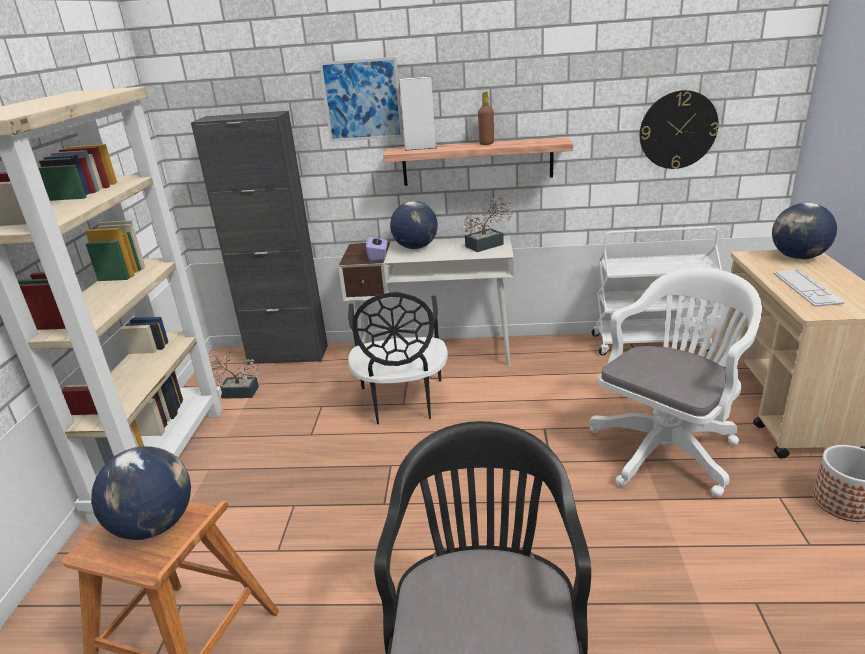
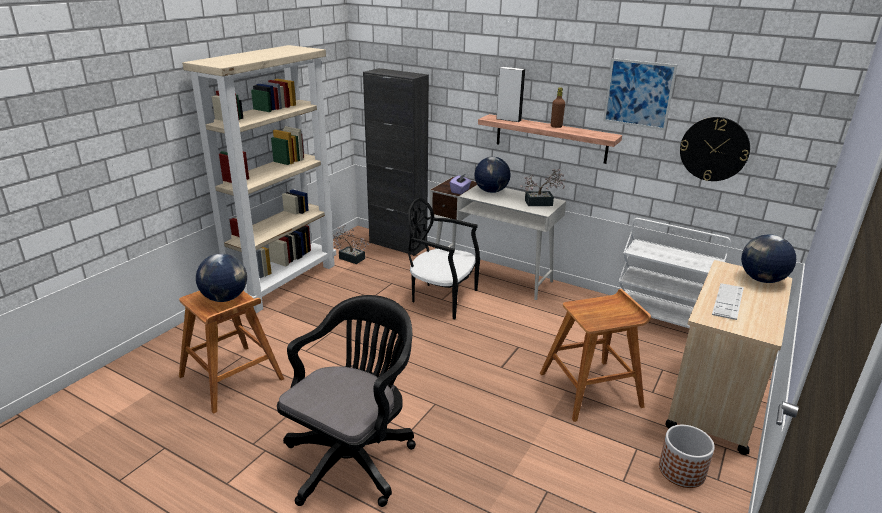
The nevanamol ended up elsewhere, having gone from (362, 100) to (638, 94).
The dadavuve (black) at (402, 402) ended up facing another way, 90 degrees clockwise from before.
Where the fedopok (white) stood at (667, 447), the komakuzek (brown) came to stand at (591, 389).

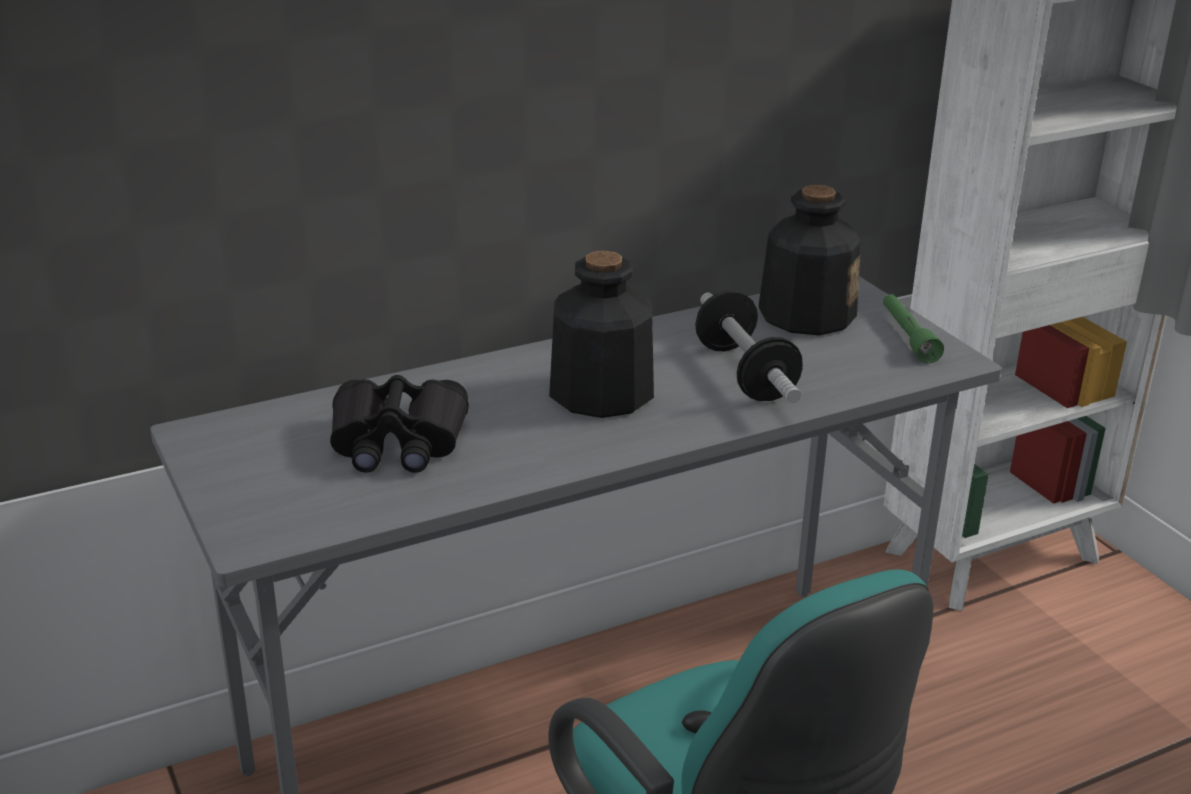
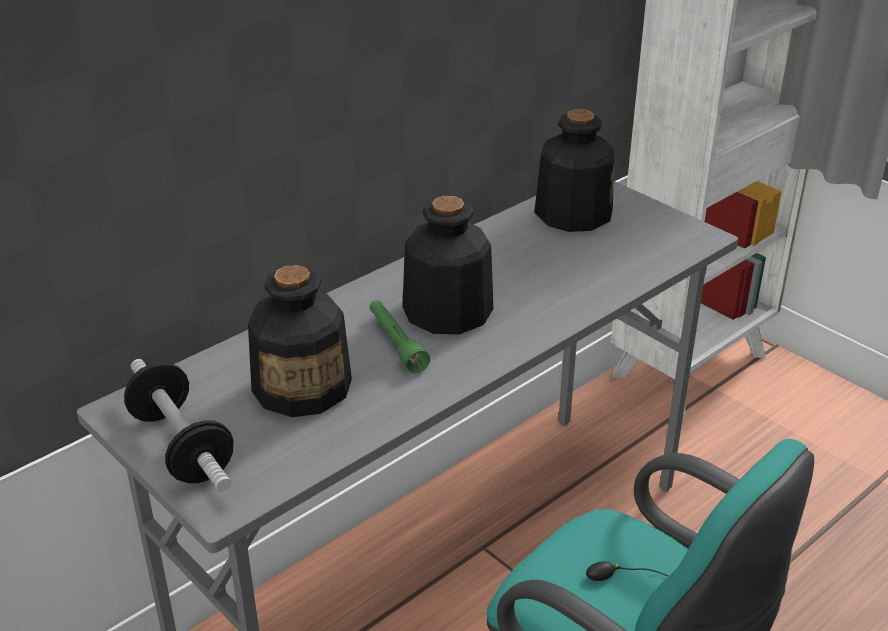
Where the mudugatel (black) stood at (397, 442), the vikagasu came to stand at (303, 387).
The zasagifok ended up elsewhere, having gone from (745, 374) to (182, 447).
The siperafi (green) ended up elsewhere, having gone from (907, 337) to (396, 343).

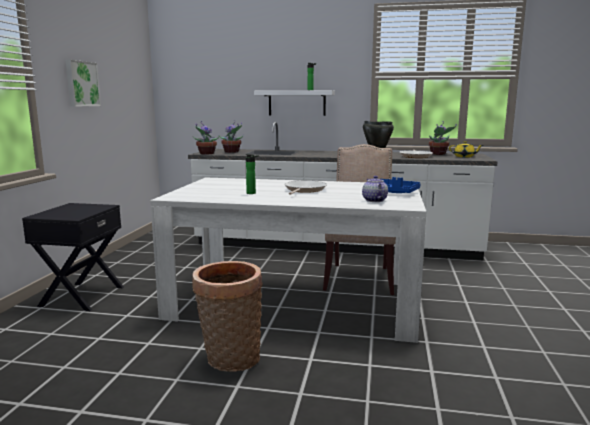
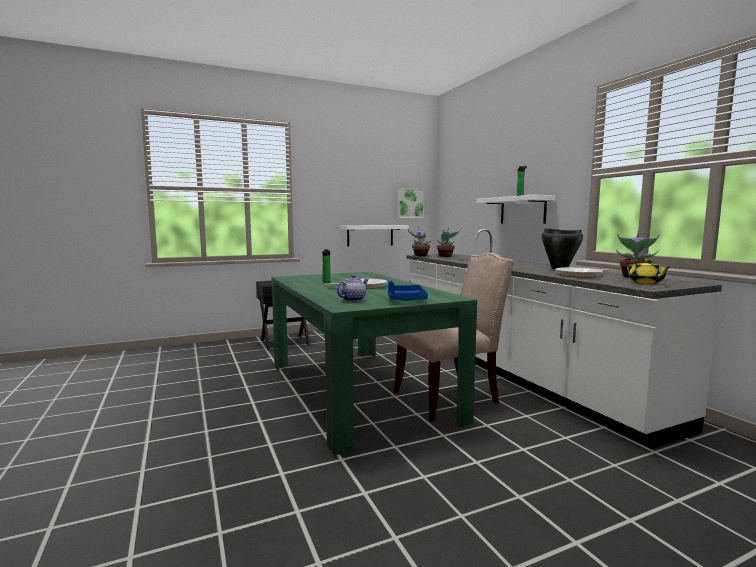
The nevanamol ended up elsewhere, having gone from (81, 84) to (410, 203).
What was the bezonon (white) at (295, 301) turned into the bezonon (green) at (357, 389).
The second view lost the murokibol at (230, 359).
The second view gained the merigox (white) at (370, 235).

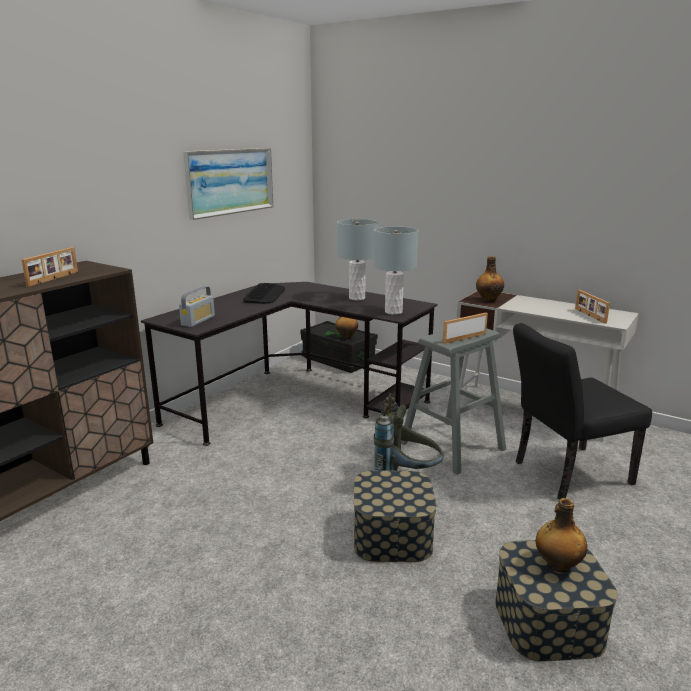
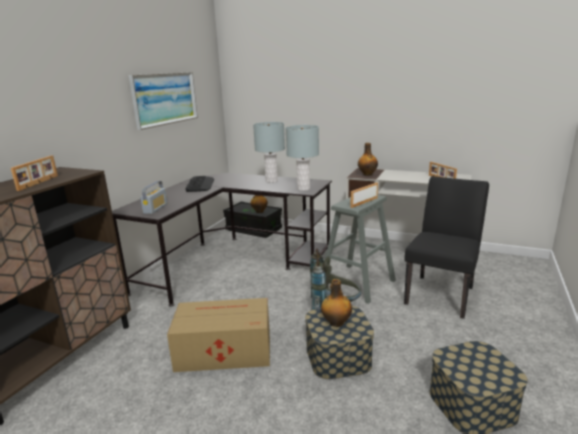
The dadavuve (black) at (564, 474) ended up facing another way, 150 degrees clockwise from before.
The vikagasu ended up elsewhere, having gone from (557, 565) to (336, 323).
The second view gained the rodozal at (222, 350).

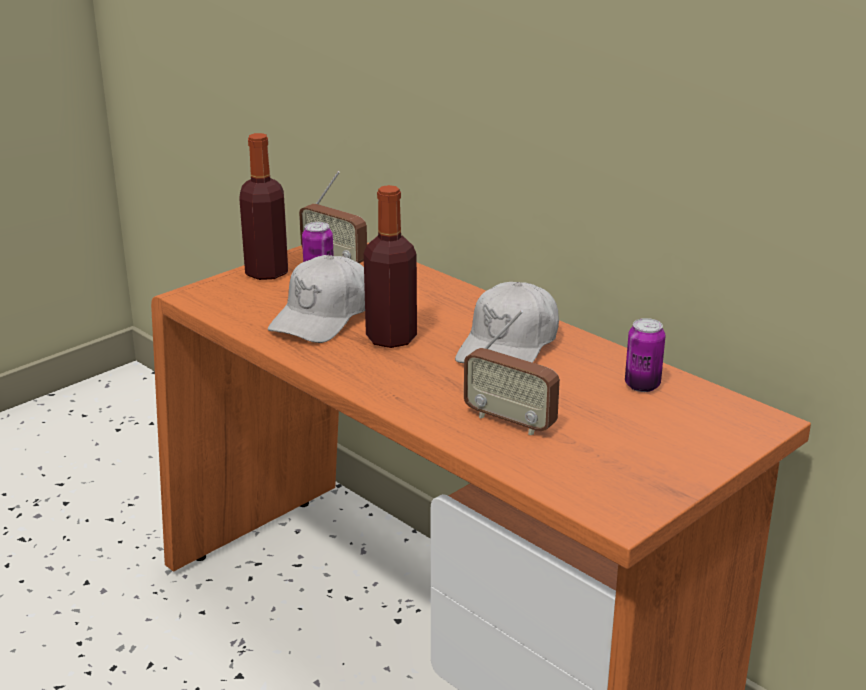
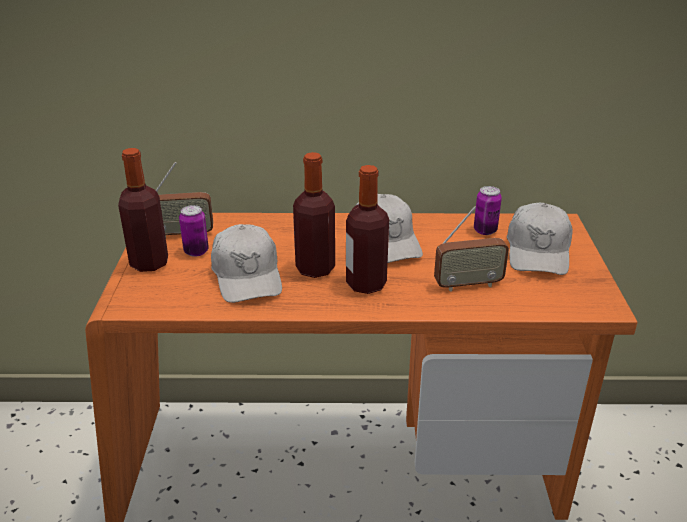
The second view gained the vikagasu at (366, 284).
The second view gained the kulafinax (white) at (538, 251).

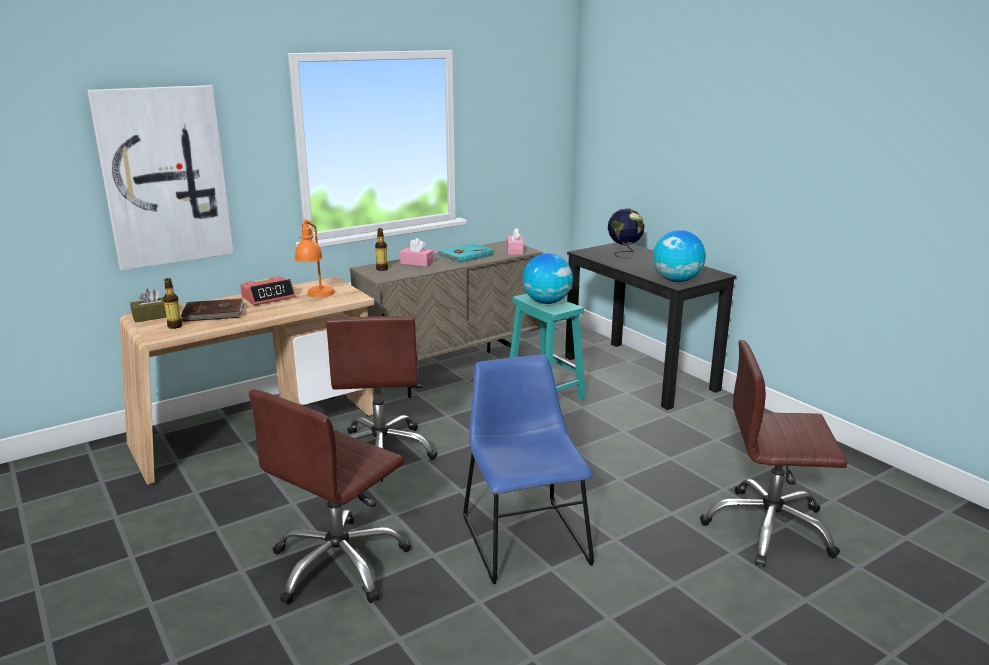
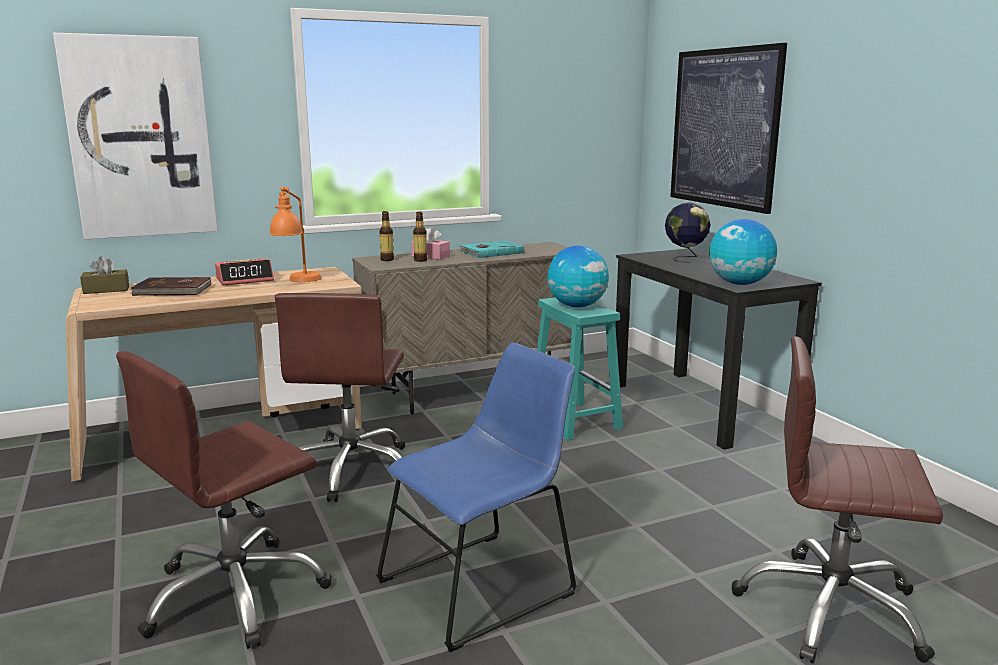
The vikagasu ended up elsewhere, having gone from (175, 326) to (420, 260).
The dadavuve (blue) at (523, 536) ended up facing another way, 60 degrees clockwise from before.
The second view lost the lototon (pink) at (515, 251).
The second view gained the nevanamol at (724, 128).

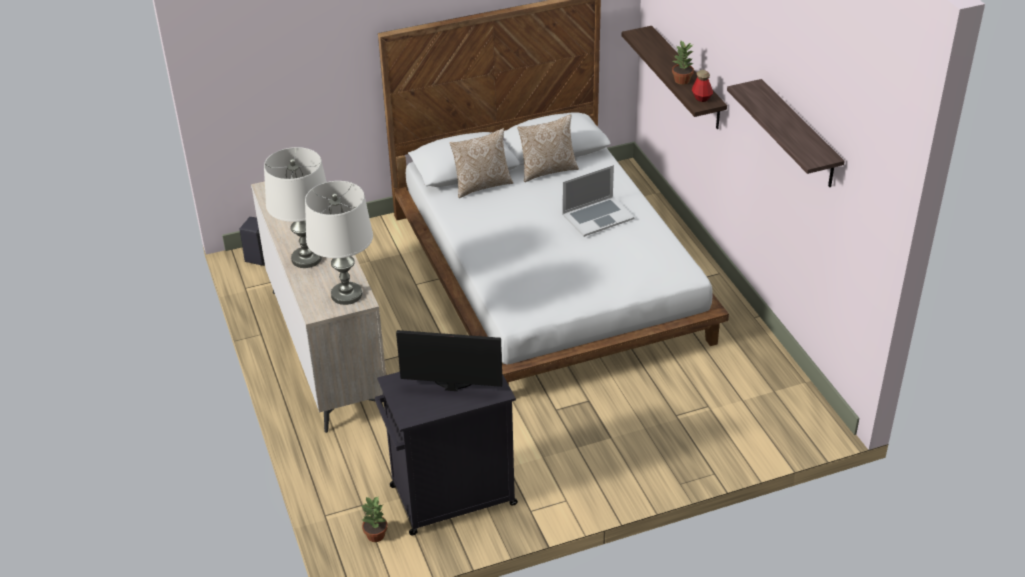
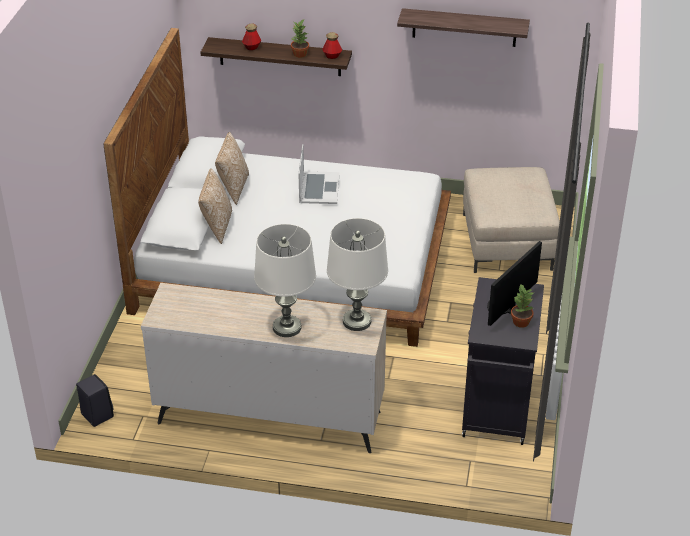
The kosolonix ended up elsewhere, having gone from (376, 535) to (520, 322).
The second view gained the vikagasu at (252, 47).
The second view gained the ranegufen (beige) at (506, 241).

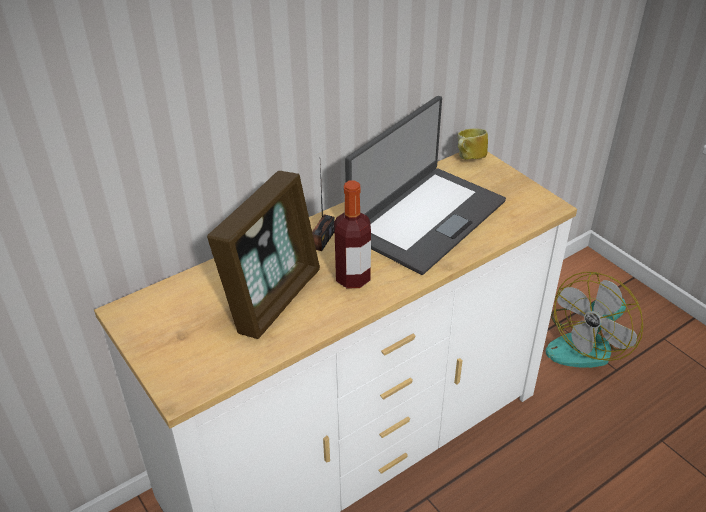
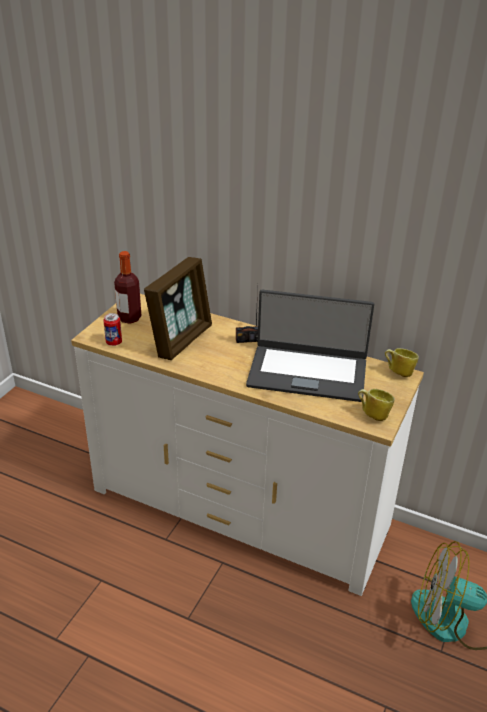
The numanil at (273, 298) ended up facing another way, 60 degrees counterclockwise from before.
The vikagasu ended up elsewhere, having gone from (353, 278) to (129, 318).
The second view gained the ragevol at (114, 342).
The second view gained the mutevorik at (373, 414).

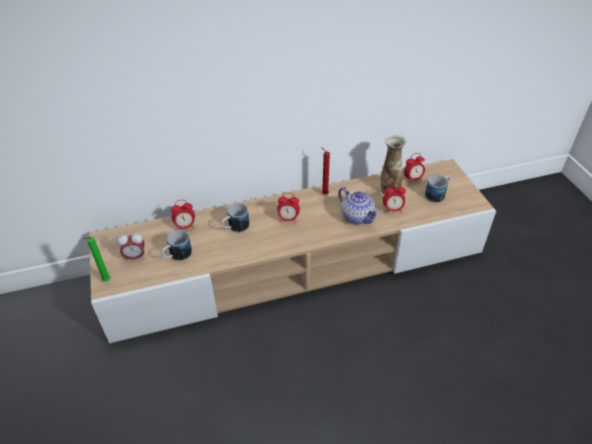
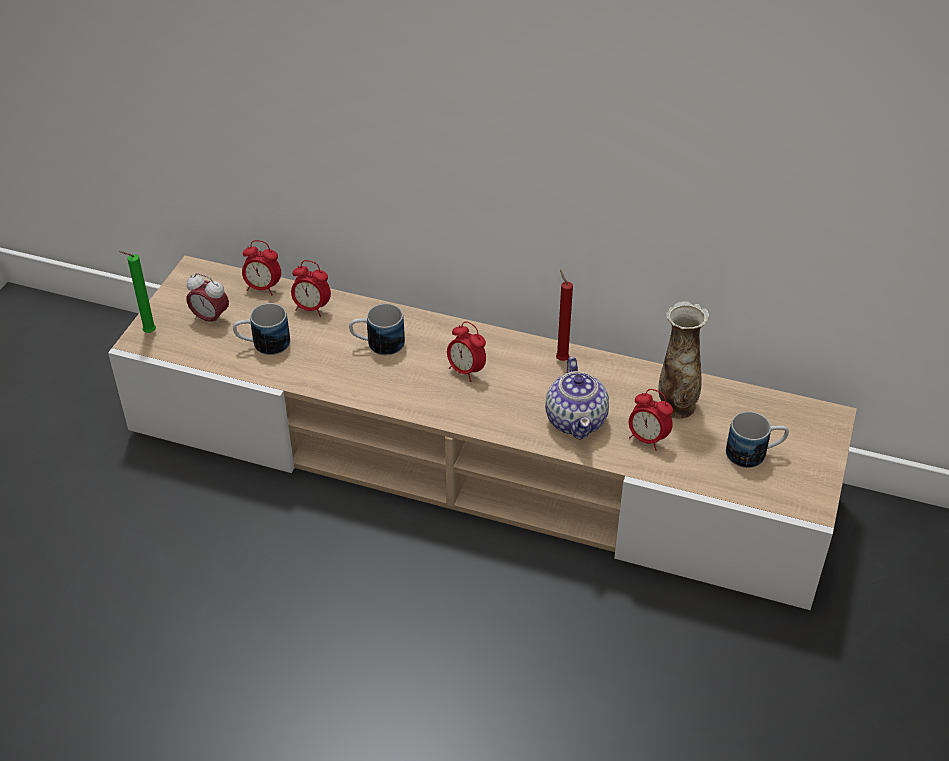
The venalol ended up elsewhere, having gone from (413, 179) to (263, 288).

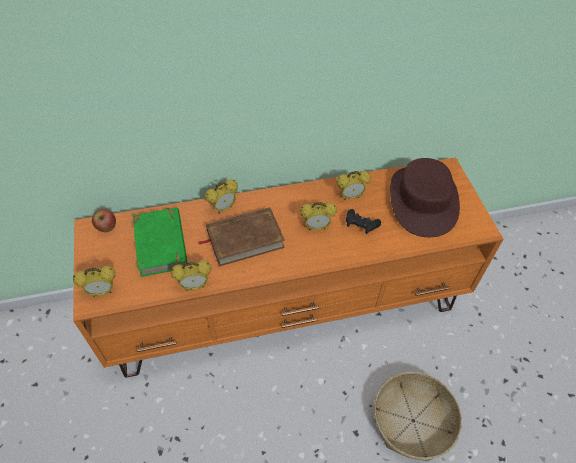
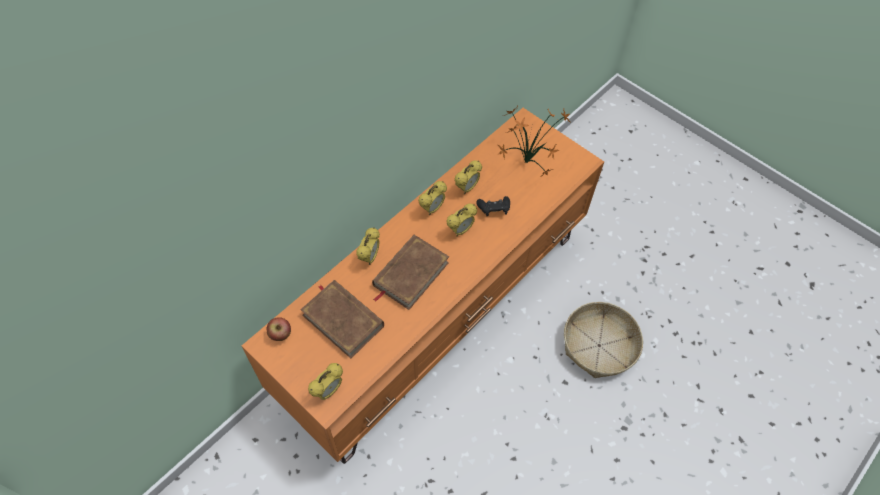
What was the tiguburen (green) at (161, 244) turned into the tiguburen (brown) at (343, 320).
The venalol ended up elsewhere, having gone from (194, 286) to (432, 209).
Where the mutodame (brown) stood at (422, 200), the kosolonix came to stand at (524, 161).

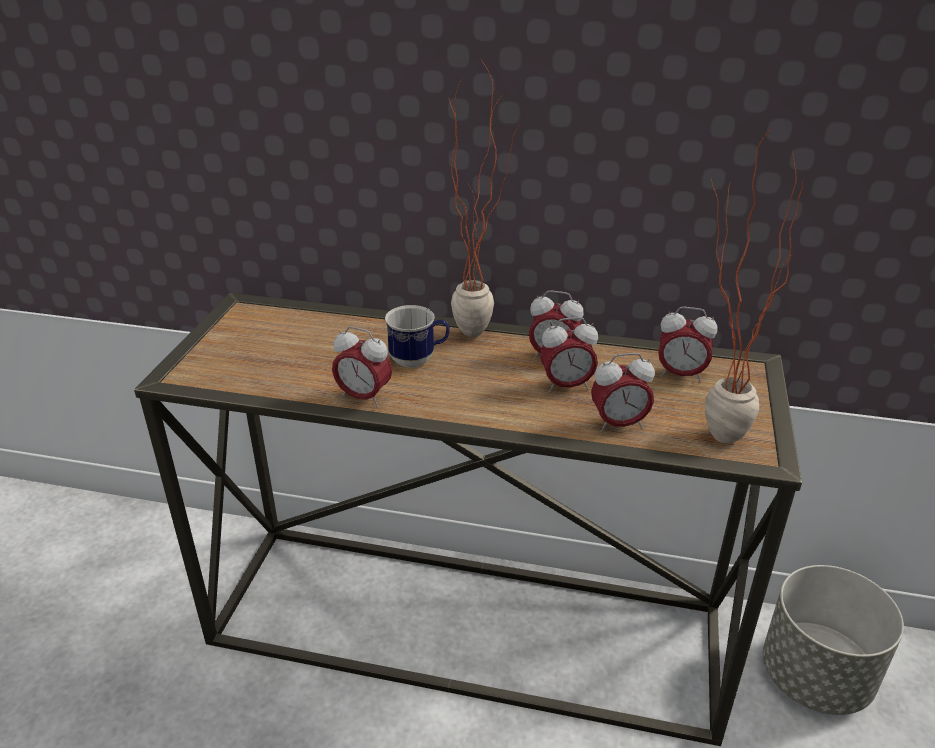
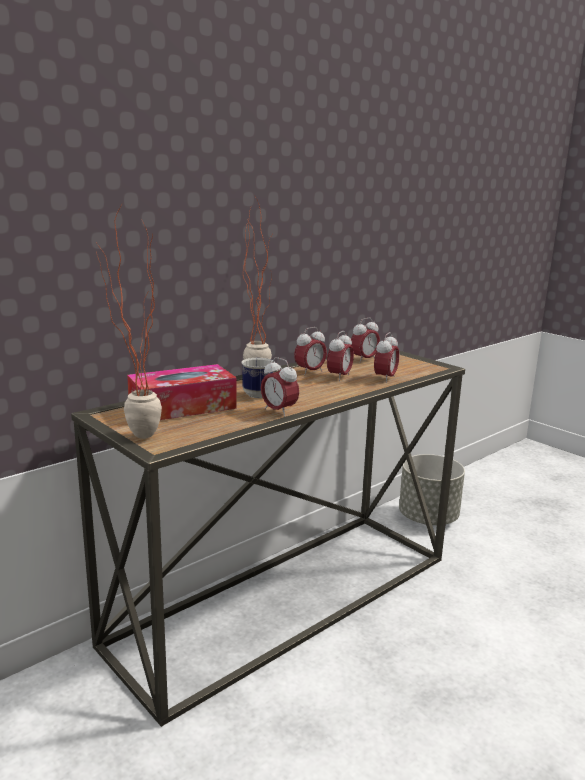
The venalol at (364, 397) ended up facing another way, 75 degrees clockwise from before.
The kosolonix ended up elsewhere, having gone from (708, 433) to (132, 437).
The second view gained the lototon at (182, 407).

